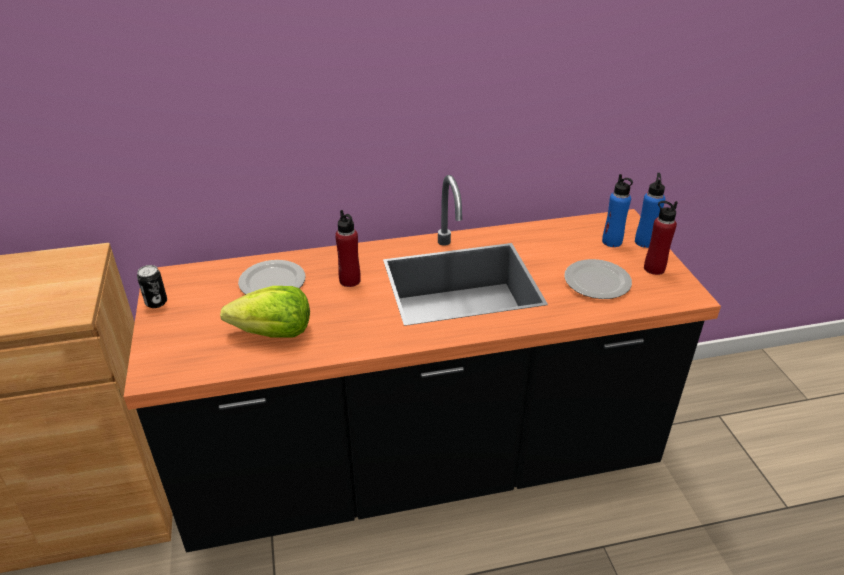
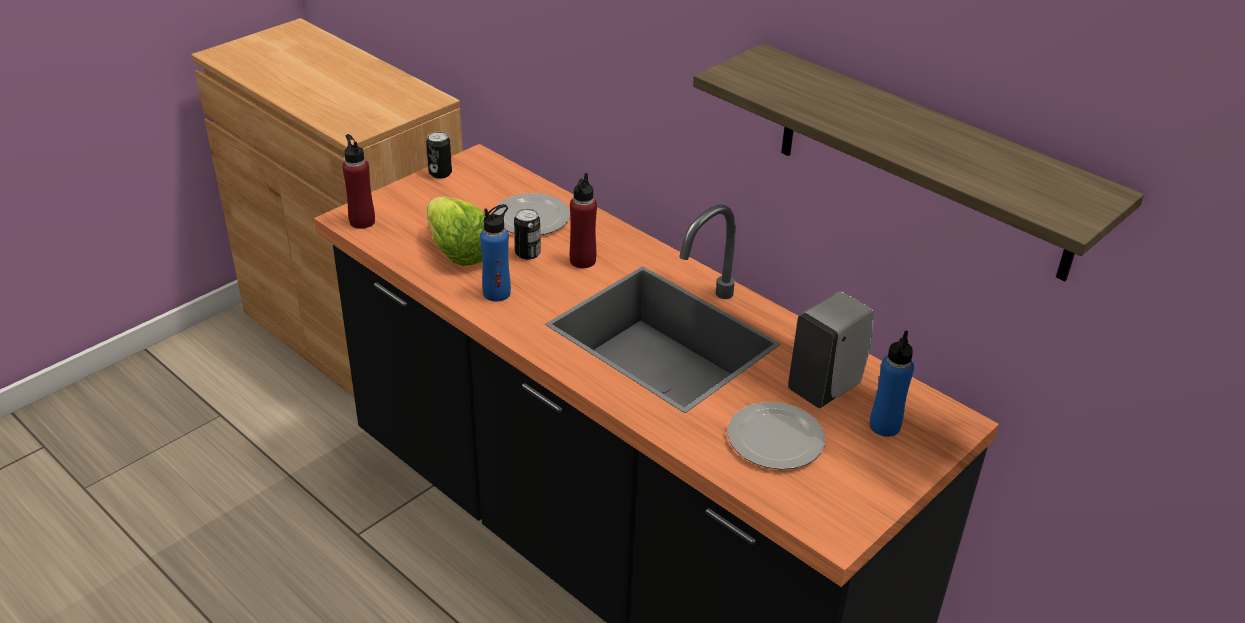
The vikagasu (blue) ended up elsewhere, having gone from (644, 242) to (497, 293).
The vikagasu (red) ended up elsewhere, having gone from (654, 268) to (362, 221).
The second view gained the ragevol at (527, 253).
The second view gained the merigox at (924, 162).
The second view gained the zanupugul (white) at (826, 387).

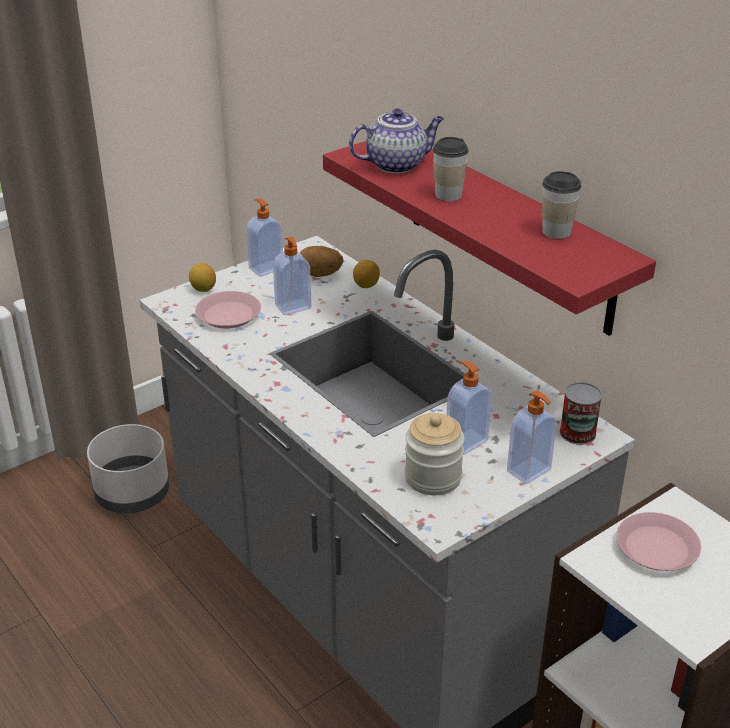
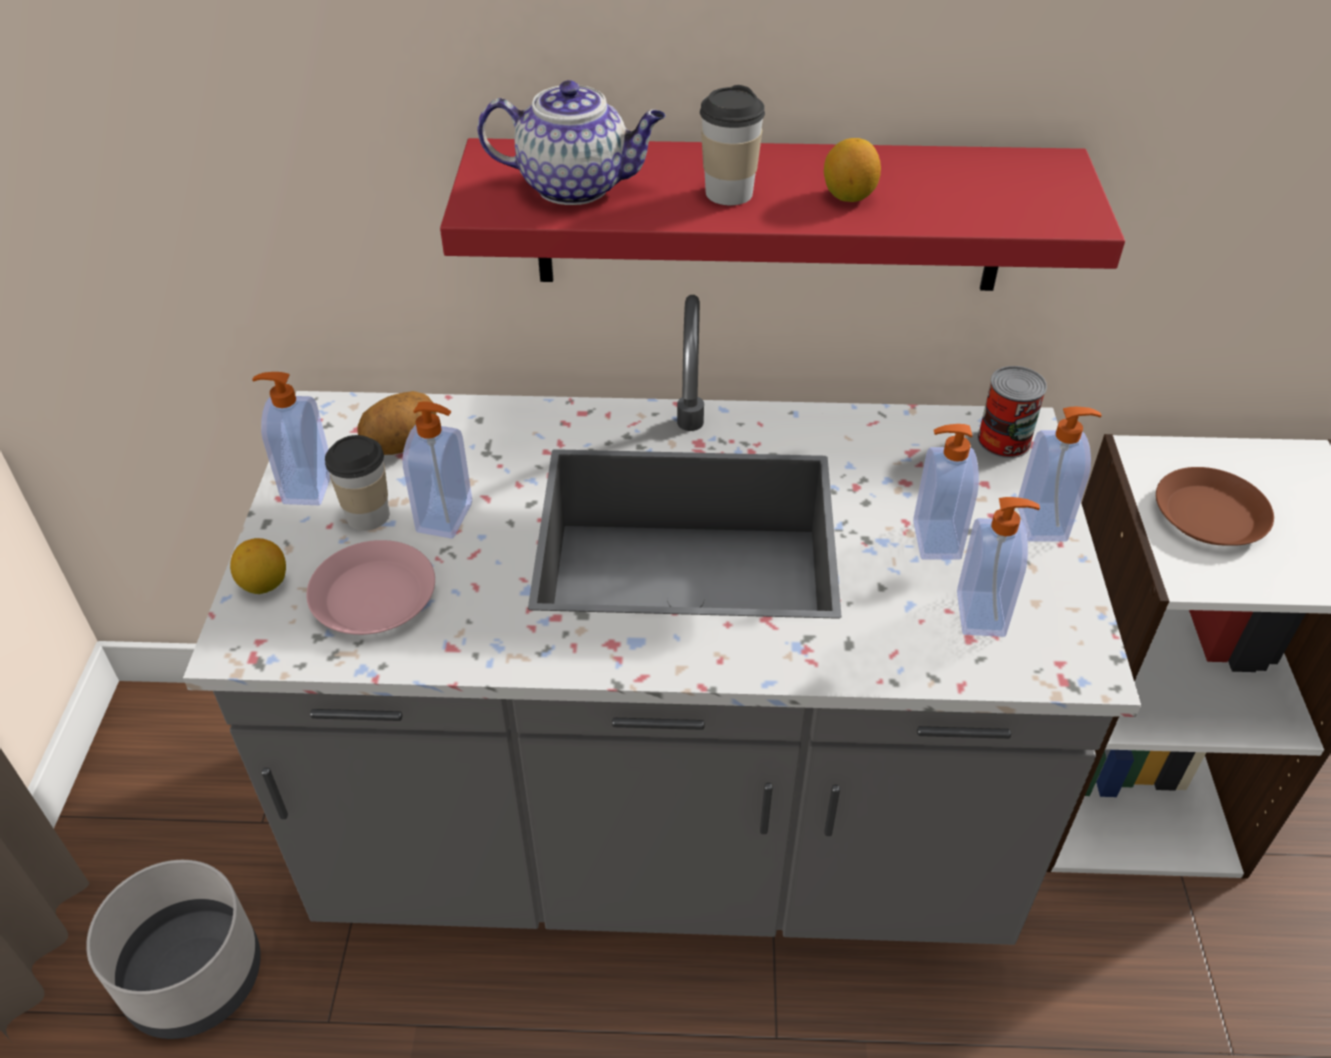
The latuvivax at (397, 164) ended up facing another way, 75 degrees clockwise from before.
The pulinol ended up elsewhere, having gone from (366, 285) to (848, 196).
Where the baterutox stood at (433, 477), the zanupugul came to stand at (983, 614).
The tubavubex ended up elsewhere, having gone from (556, 232) to (368, 516).
What was the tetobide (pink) at (656, 548) turned into the tetobide (brown) at (1210, 516).

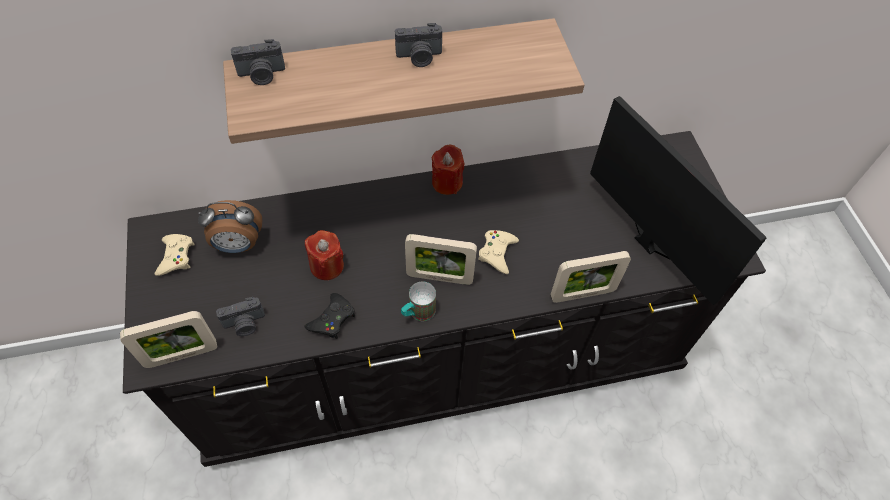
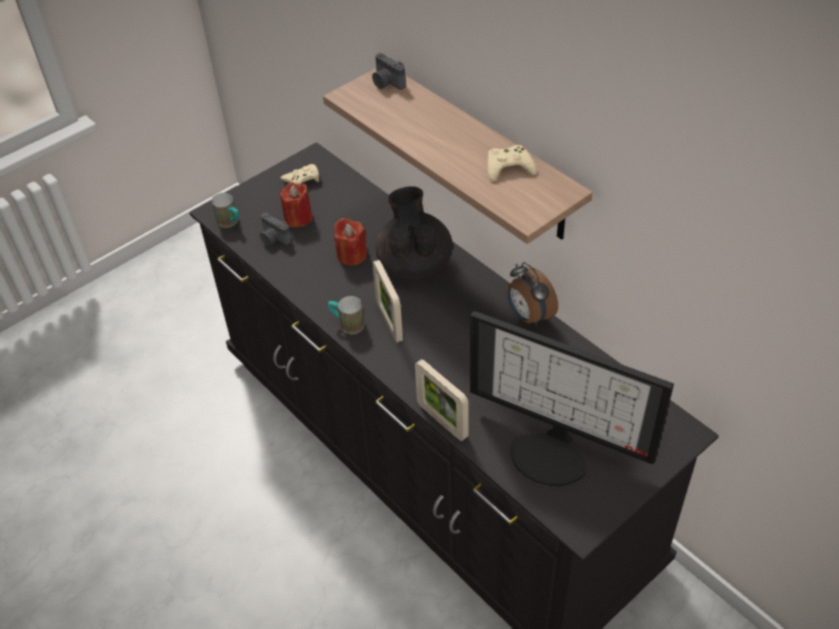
Where the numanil stood at (182, 355), the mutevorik came to stand at (230, 223).
The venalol ended up elsewhere, having gone from (238, 245) to (528, 316).
The second view lost the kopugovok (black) at (332, 319).
The second view lost the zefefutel at (419, 57).
The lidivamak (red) ended up elsewhere, having gone from (447, 182) to (298, 218).
The kopugovok (beige) ended up elsewhere, having gone from (497, 253) to (508, 167).
The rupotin at (657, 236) ended up facing another way, 90 degrees clockwise from before.
The second view gained the latuvivax (black) at (414, 263).

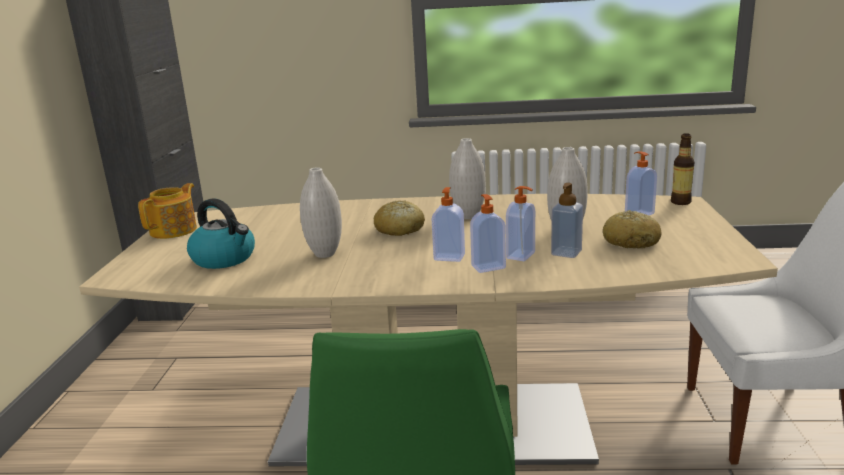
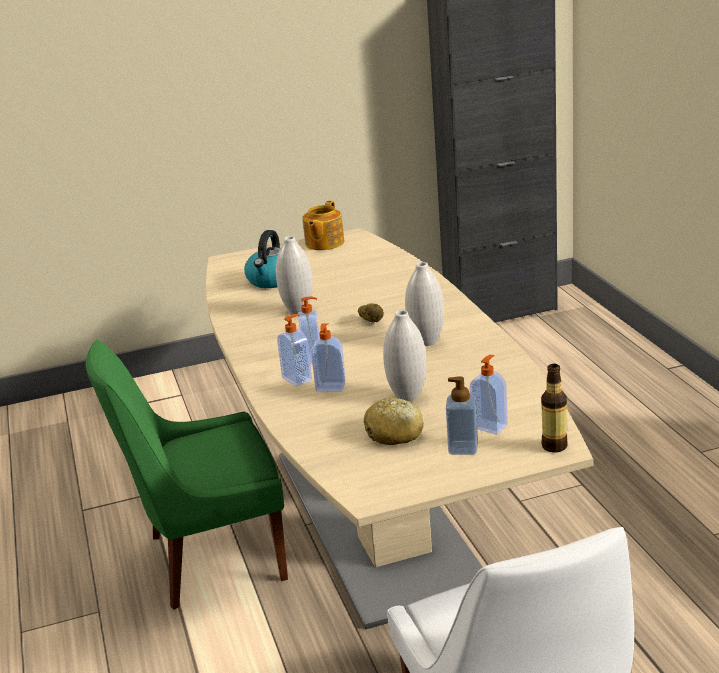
The latuvivax at (175, 230) ended up facing another way, 105 degrees clockwise from before.
Where the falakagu stood at (399, 229), the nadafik came to stand at (371, 322).
The zanupugul ended up elsewhere, having gone from (566, 253) to (463, 448).

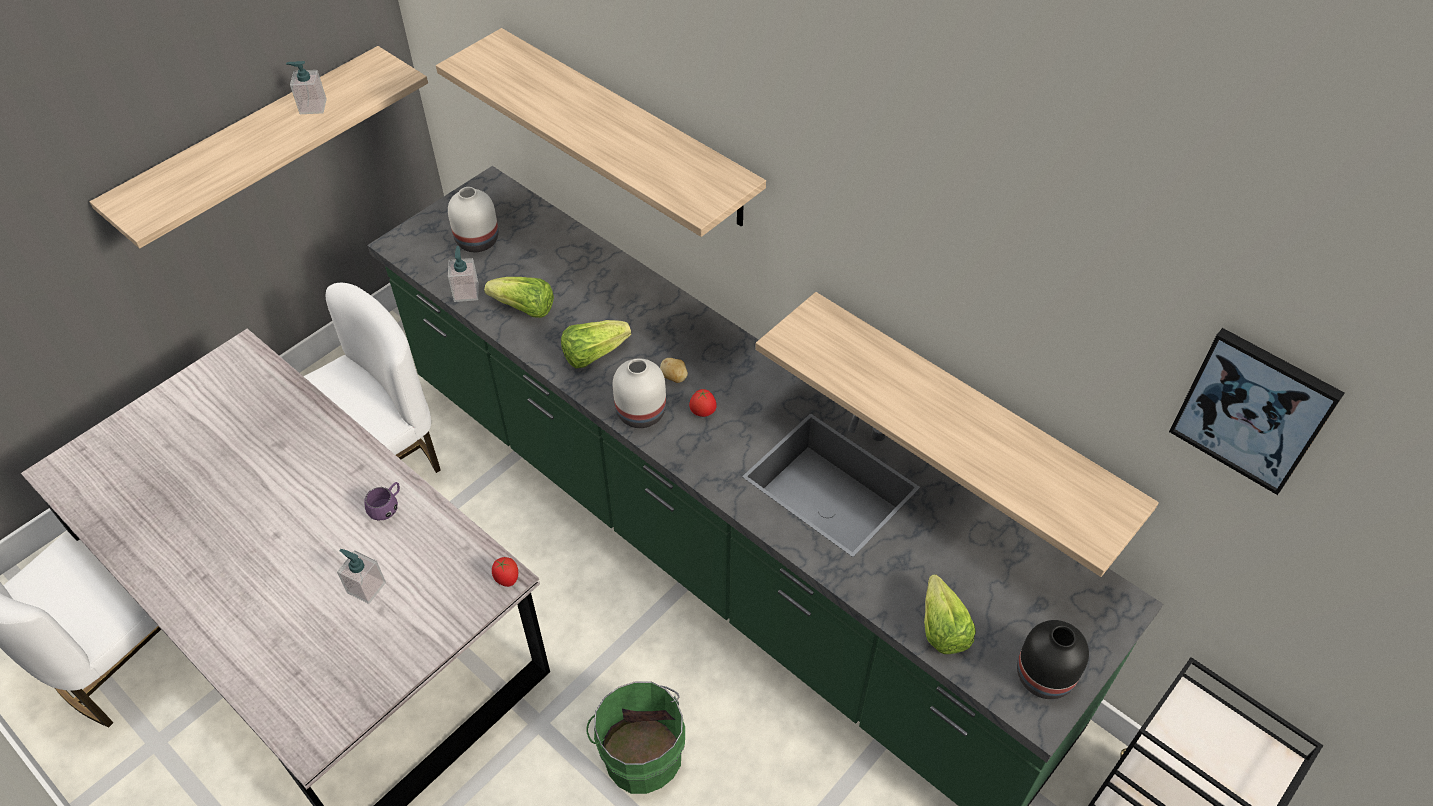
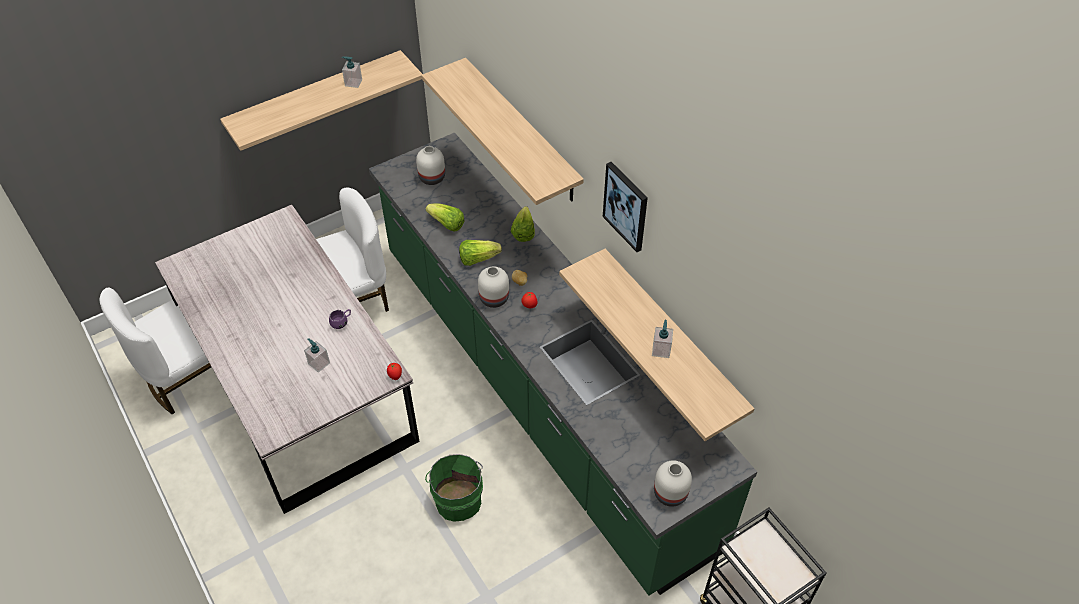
The zanupugul ended up elsewhere, having gone from (466, 292) to (661, 350).
The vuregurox ended up elsewhere, having gone from (942, 623) to (524, 230).
What was the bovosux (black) at (1046, 676) turned into the bovosux (white) at (671, 494).
The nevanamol ended up elsewhere, having gone from (1253, 410) to (626, 206).

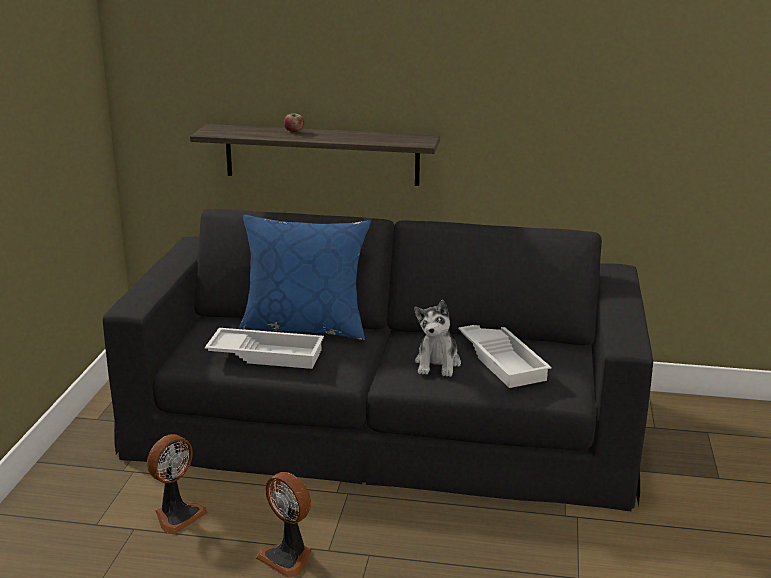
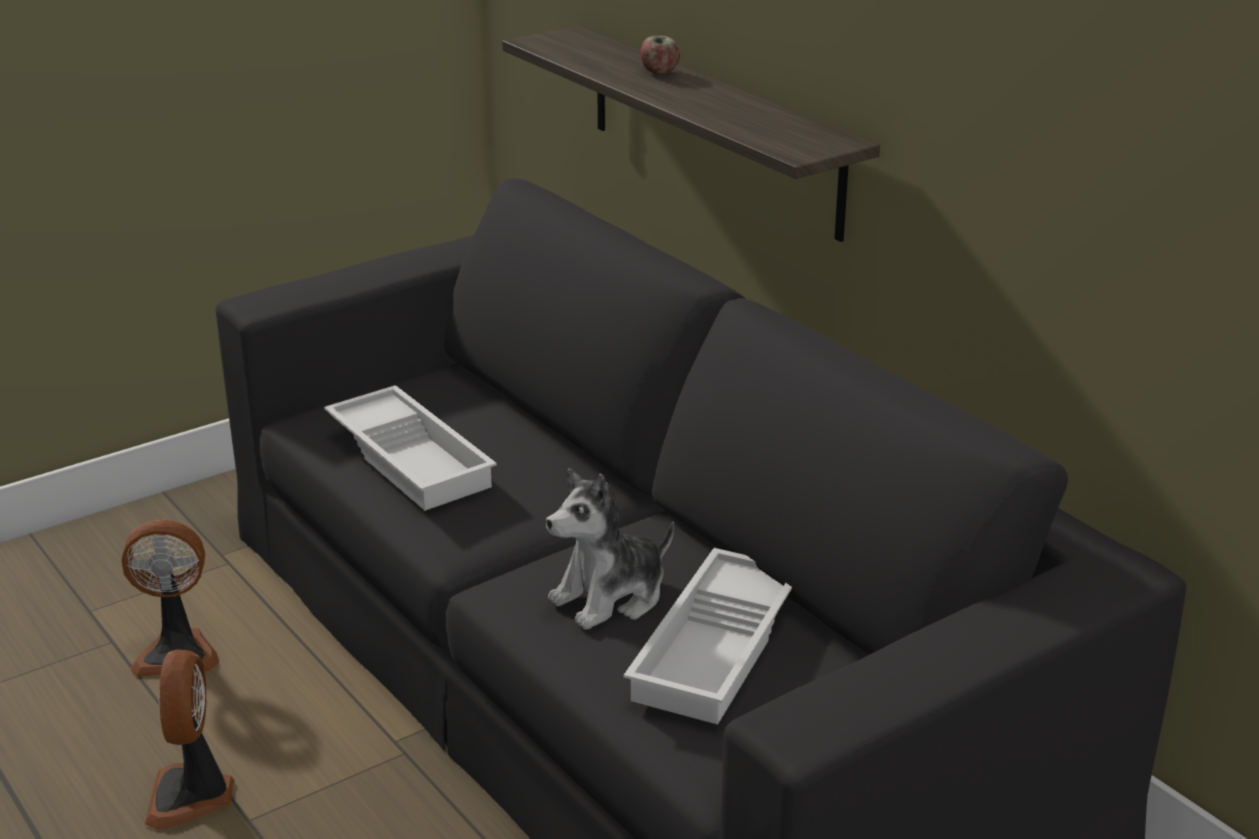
The second view lost the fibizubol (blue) at (305, 327).

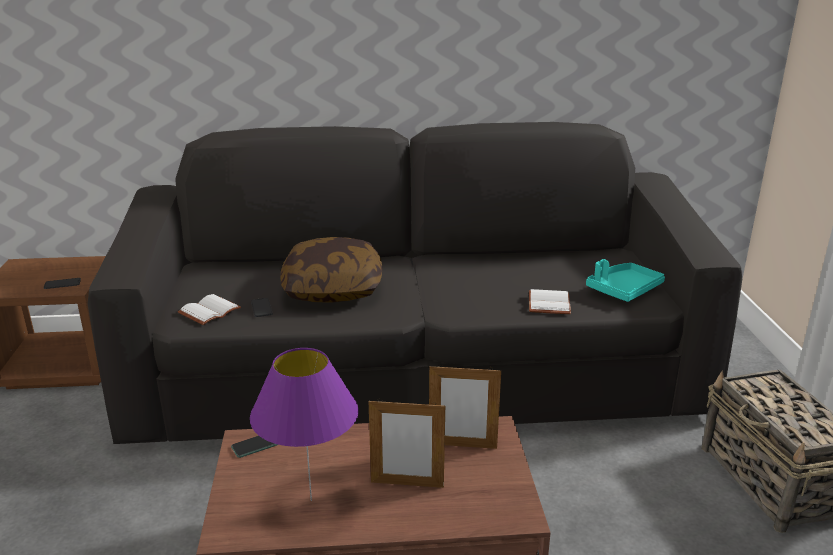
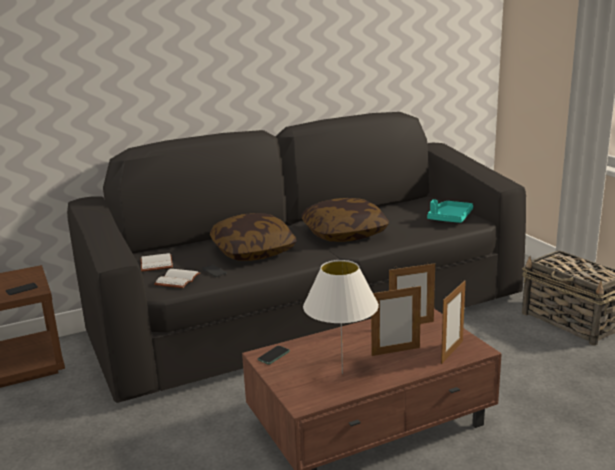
What was the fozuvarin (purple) at (310, 500) turned into the fozuvarin (white) at (342, 374).
The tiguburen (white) ended up elsewhere, having gone from (547, 303) to (155, 264).
The second view gained the fibizubol at (344, 234).
The second view gained the numanil at (452, 352).

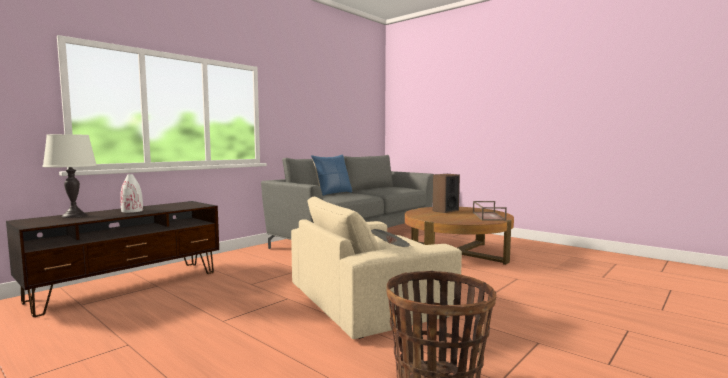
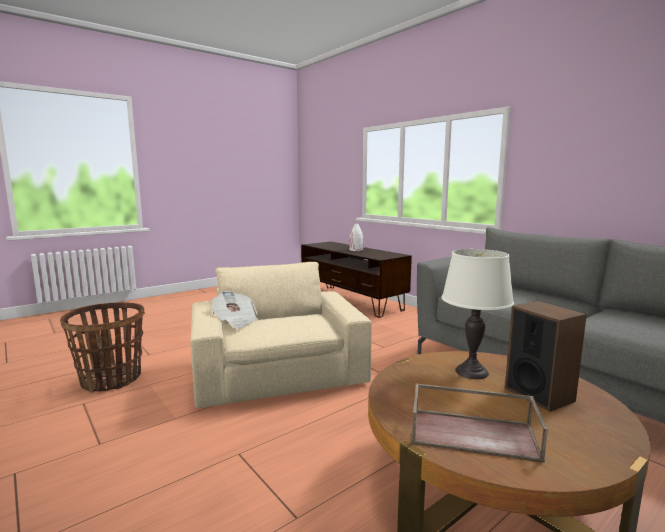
The fozuvarin (white) ended up elsewhere, having gone from (74, 216) to (471, 372).
The second view lost the fibizubol (blue) at (332, 193).

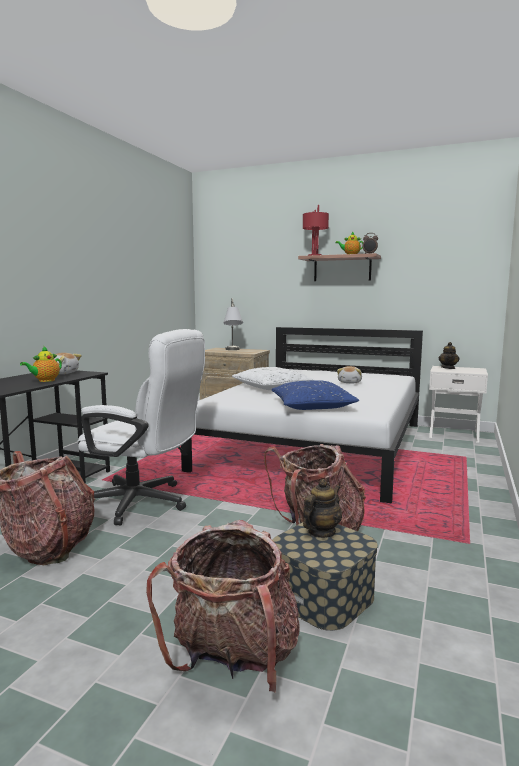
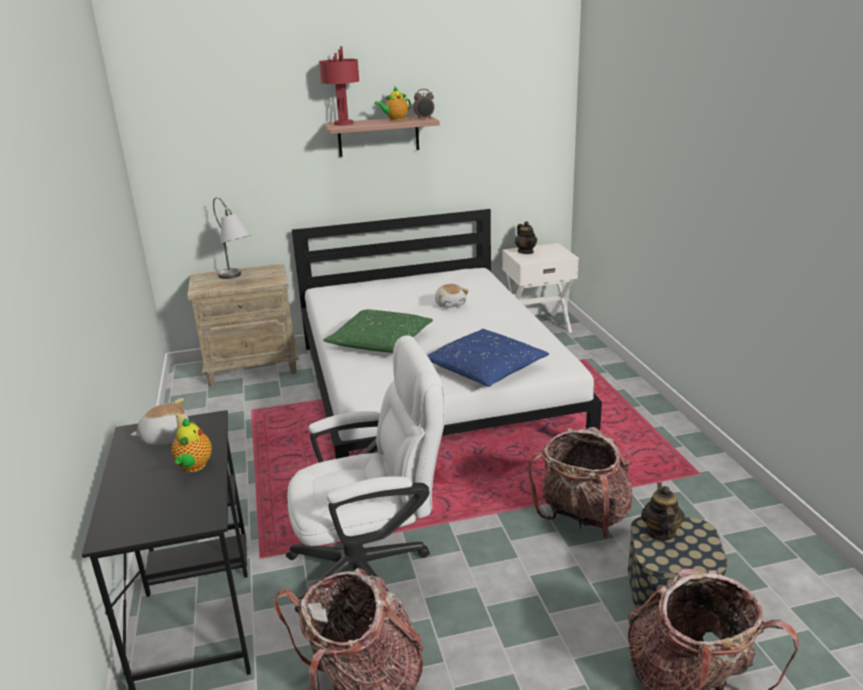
What was the fibizubol (white) at (272, 387) turned into the fibizubol (green) at (380, 342).

